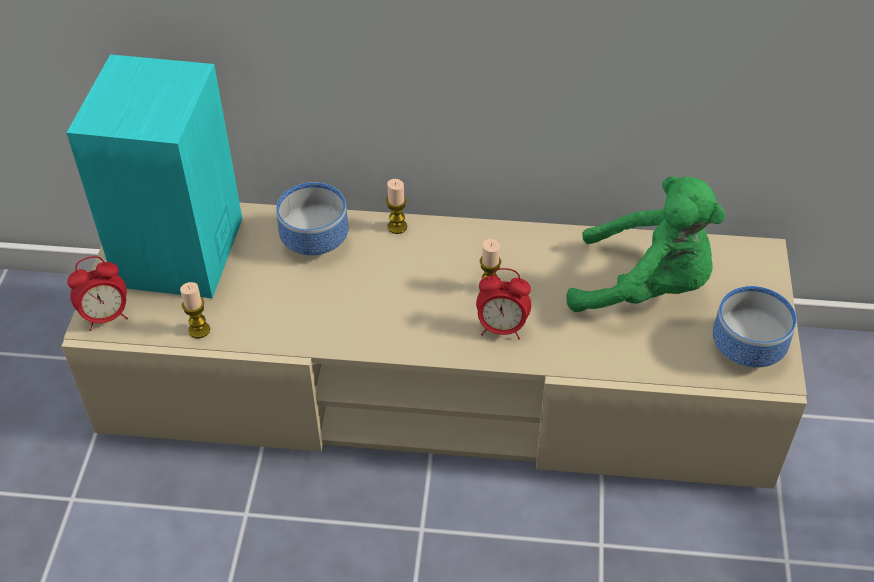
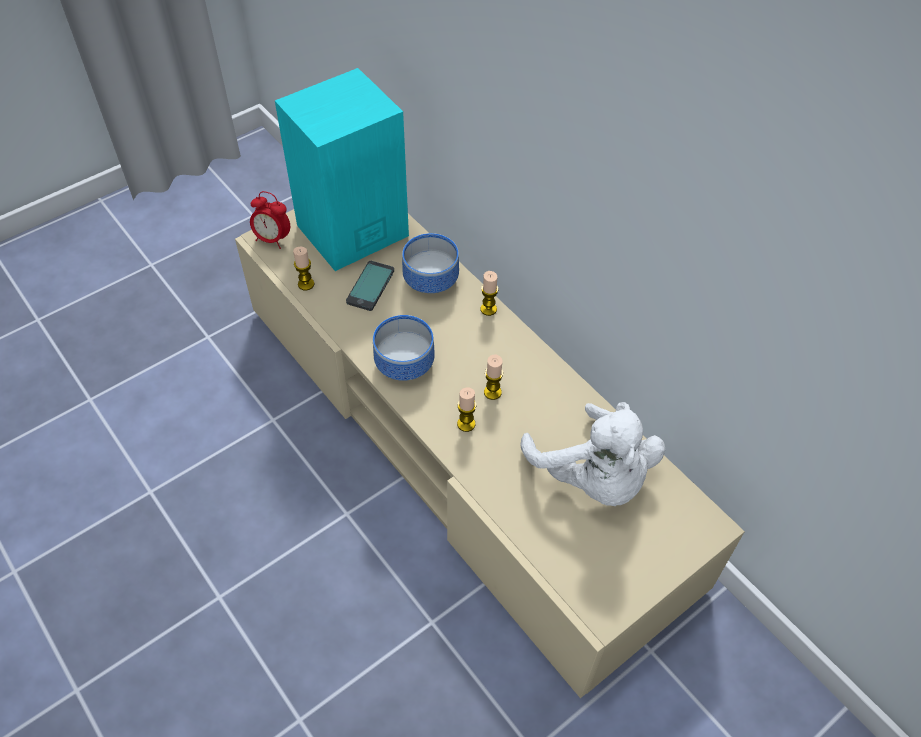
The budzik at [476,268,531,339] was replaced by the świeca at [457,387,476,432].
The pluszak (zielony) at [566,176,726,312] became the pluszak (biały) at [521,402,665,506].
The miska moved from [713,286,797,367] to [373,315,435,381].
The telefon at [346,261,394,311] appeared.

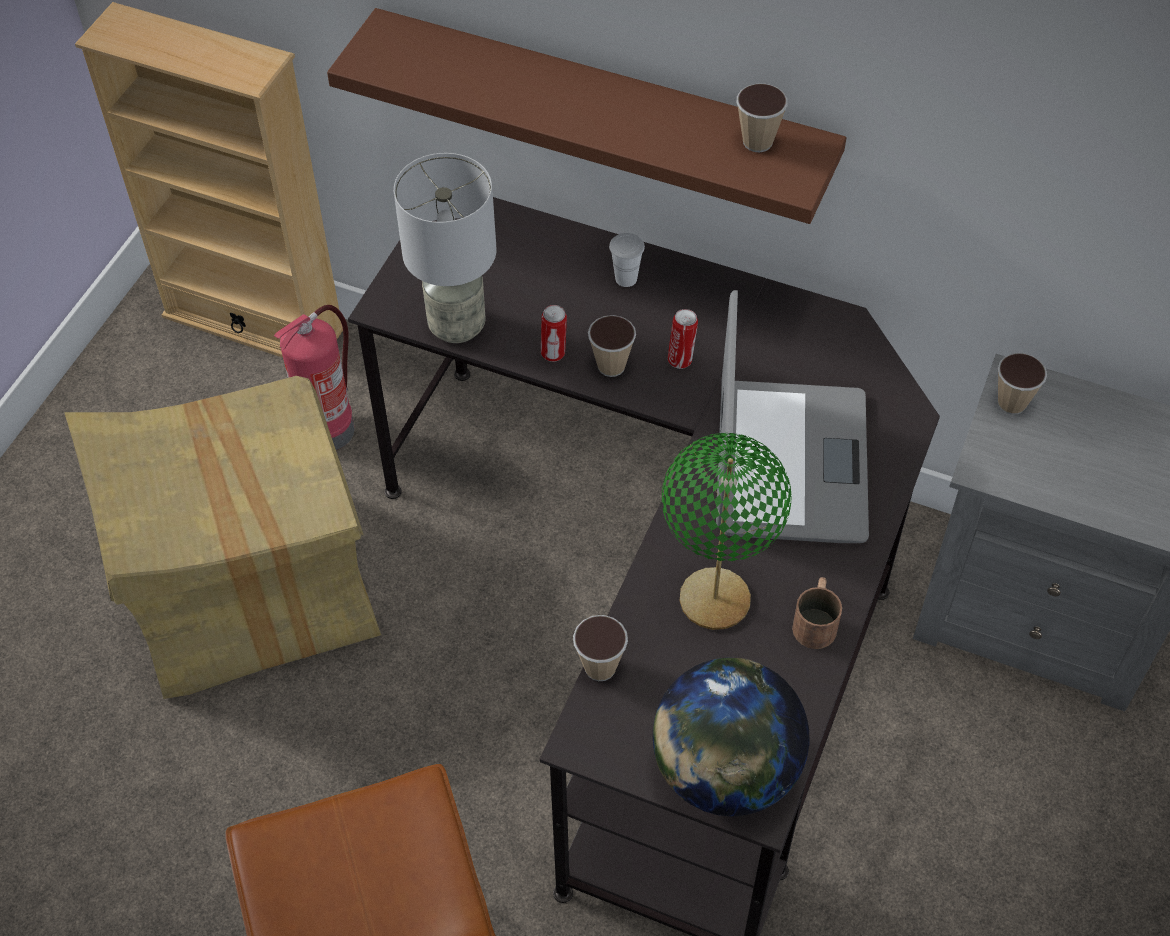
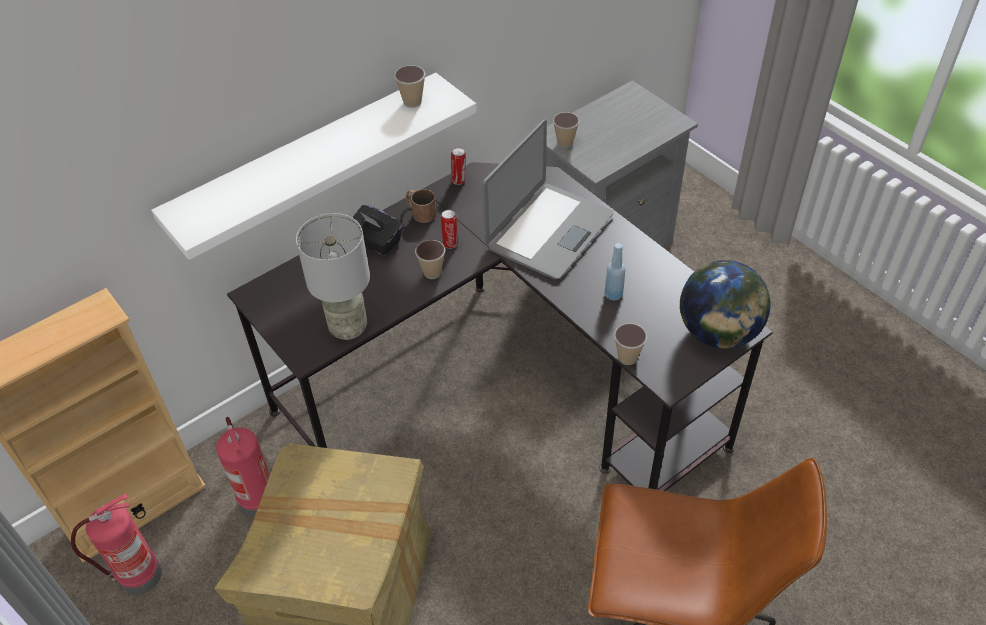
The półka (brązowy) at [327,8,846,224] became the półka (biały) at [151,73,476,260].
The puszka moved from [541,305,567,362] to [451,148,466,185].
The filiżanka (biały) at [609,233,645,287] was replaced by the pudełko chusteczek (czarny) at [352,205,403,255].
The lampa stołowa (zielony) at [662,433,792,630] was replaced by the butelka (niebieski) at [605,243,625,300].
The laptop at [716,290,869,543] turned 90 degrees clockwise.
The kubek (brązowy) moved from [792,577,842,649] to [406,189,437,223].
The gaśnica at [71,494,162,595] appeared.

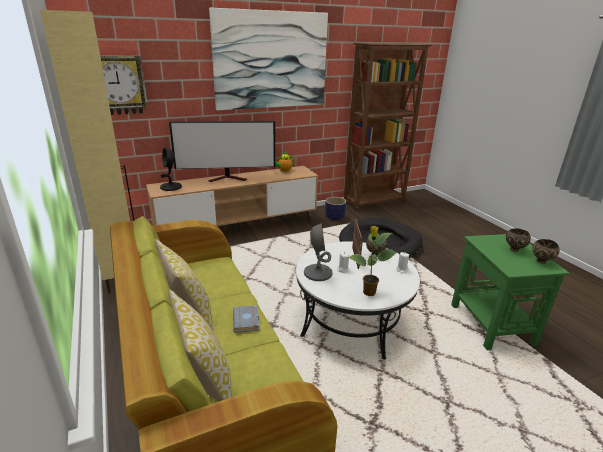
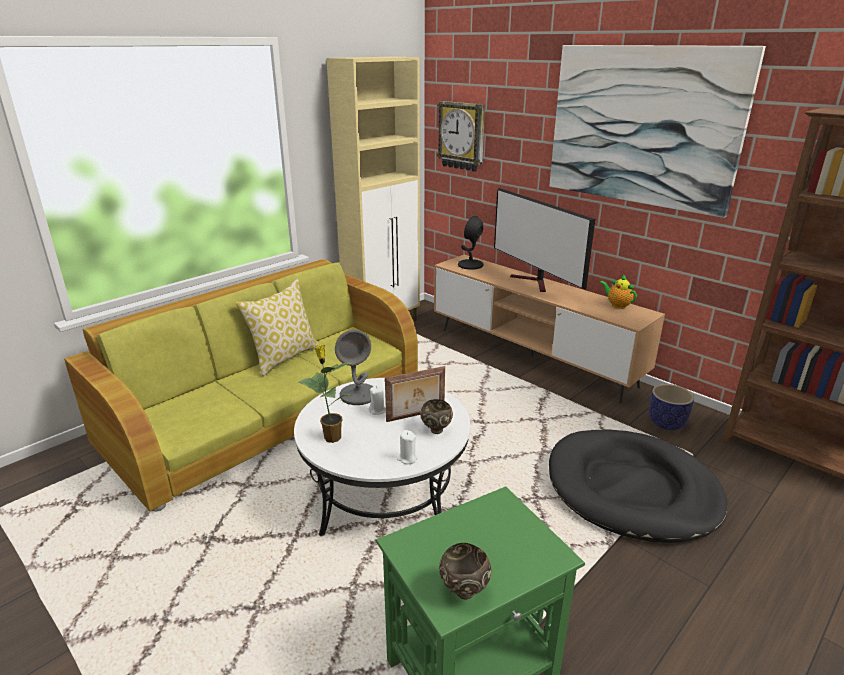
The poduszka at [169,289,232,402] disappeared.
The książka (szary) at [233,305,259,333] disappeared.
The miska (brązowy) at [506,228,531,252] disappeared.

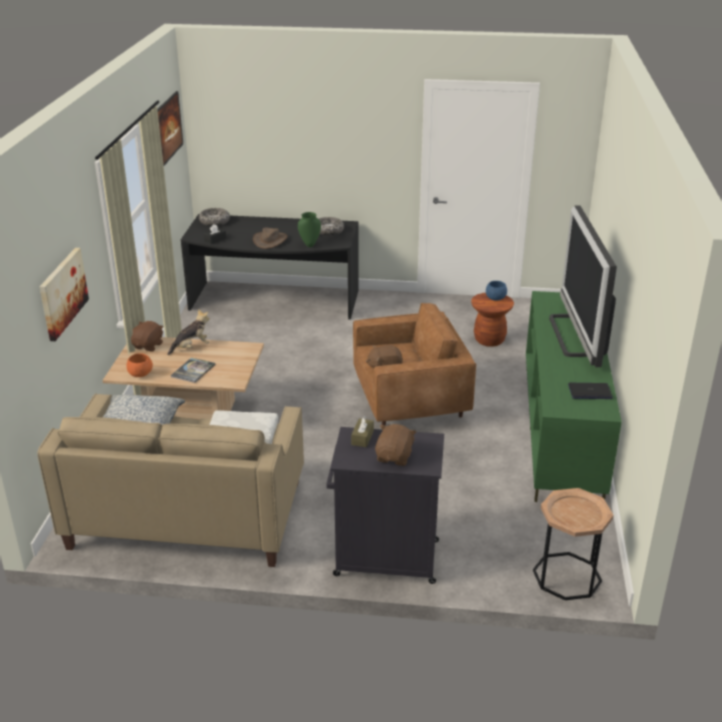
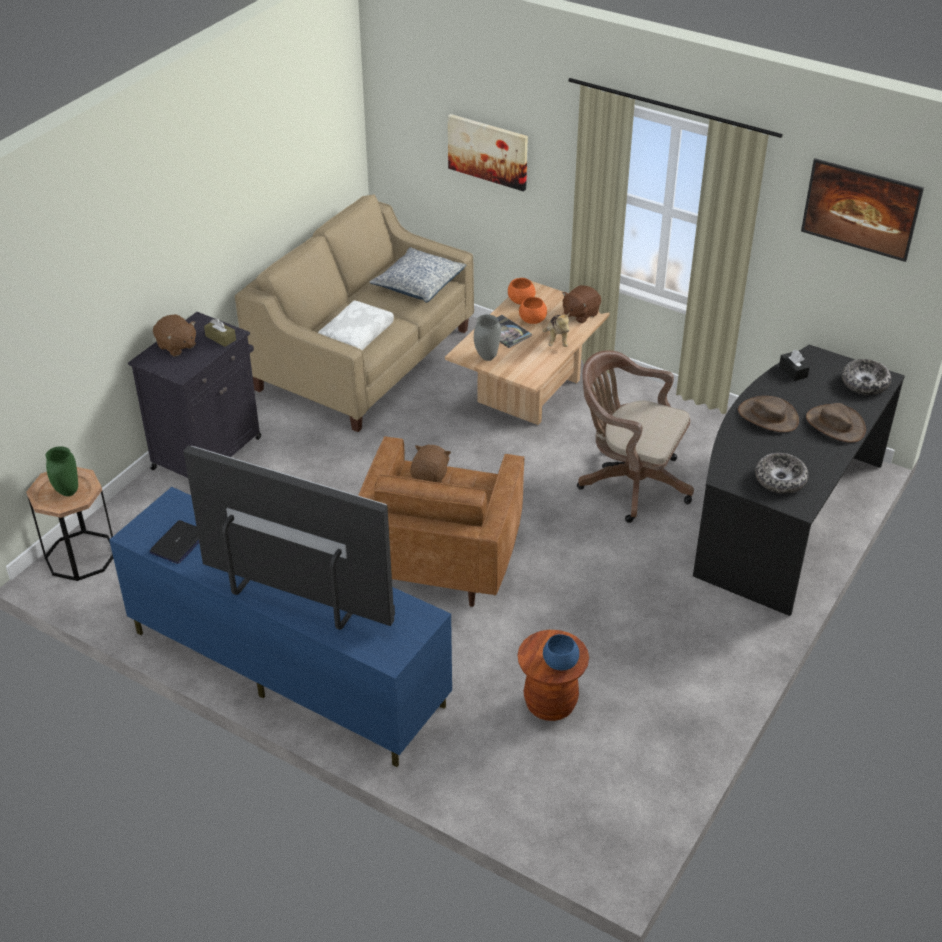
The pluszak (brązowy) at [131,321,163,352] turned 90 degrees clockwise.
The wazon (zielony) moved from [298,212,321,247] to [46,446,78,496].
The szafka pod telewizor (zielony) at [526,291,622,502] became the szafka pod telewizor (niebieski) at [109,487,452,767].
The wazon (szary) at [474,314,501,361] appeared.
The miska (pomarańczowy) at [519,297,547,324] appeared.
The krzesło biurowe (brązowy) at [577,350,694,523] appeared.
The kapelusz (brązowy) at [806,403,866,443] appeared.

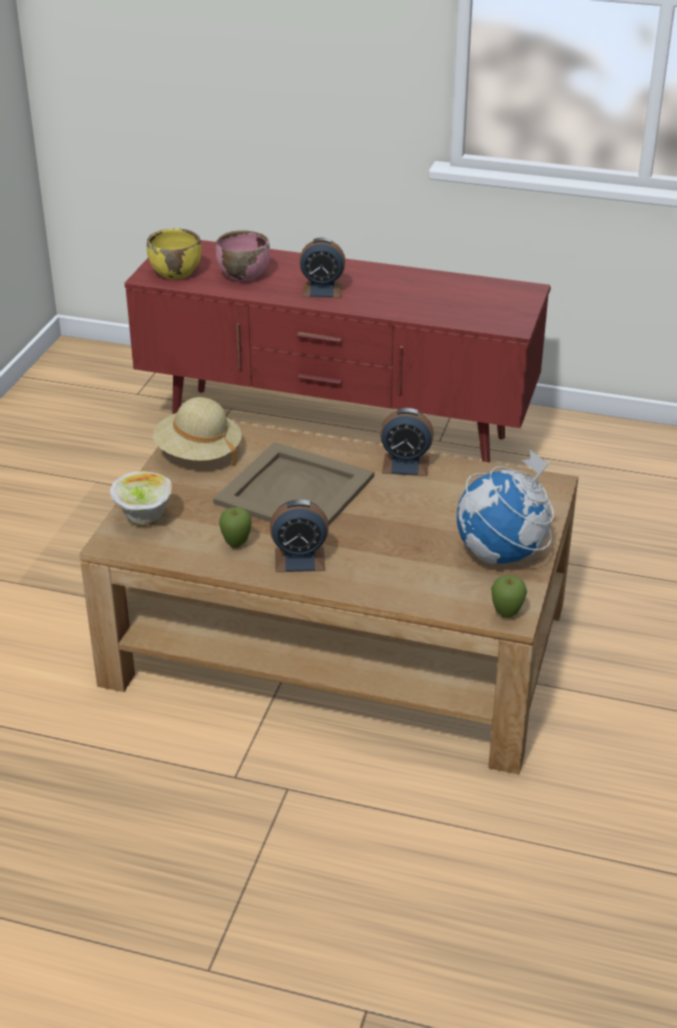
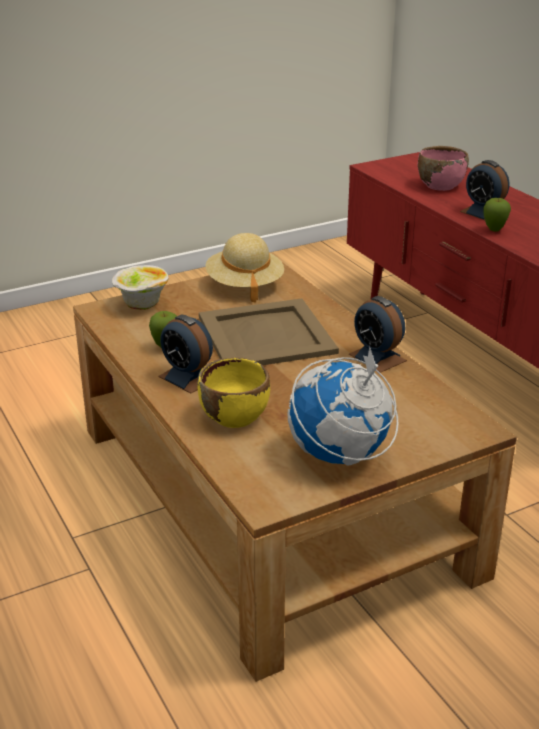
The miska (żółty) moved from [147,229,201,279] to [197,357,270,428].
The jabłko moved from [491,575,527,618] to [483,198,511,232].

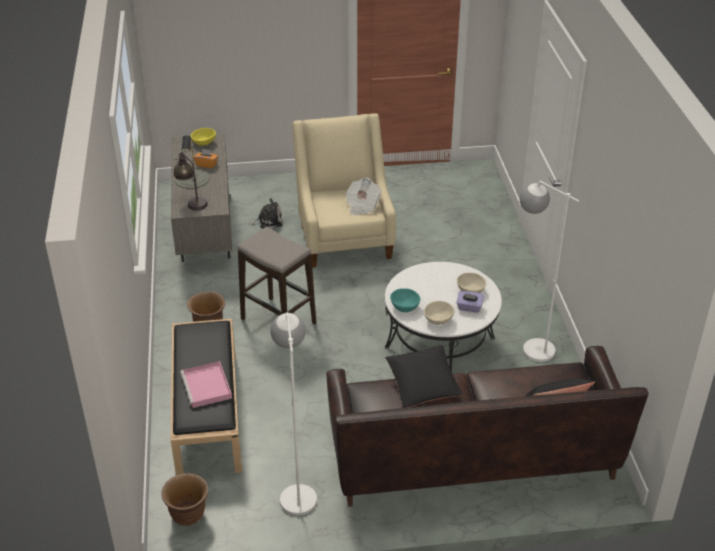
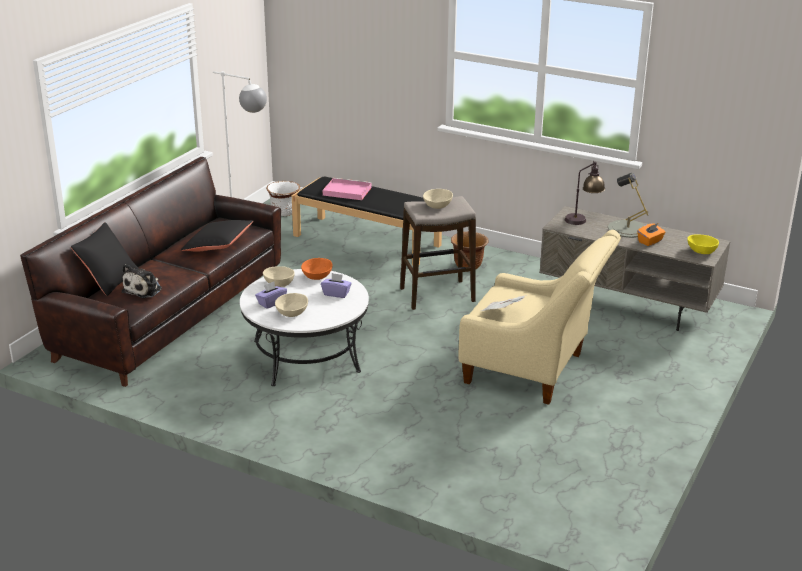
The donica (brązowy) at [161,473,208,526] became the donica (biały) at [266,181,300,216].
The pluszak moved from [249,198,282,229] to [122,264,162,298].
The miska (turkusowy) at [390,288,421,312] became the miska (pomarańczowy) at [301,258,333,280].
The lampa stojąca (biały) at [519,181,579,362] disappeared.
The pudełko chusteczek (fioletowy) at [321,273,352,298] appeared.
The miska (beżowy) at [423,189,453,209] appeared.

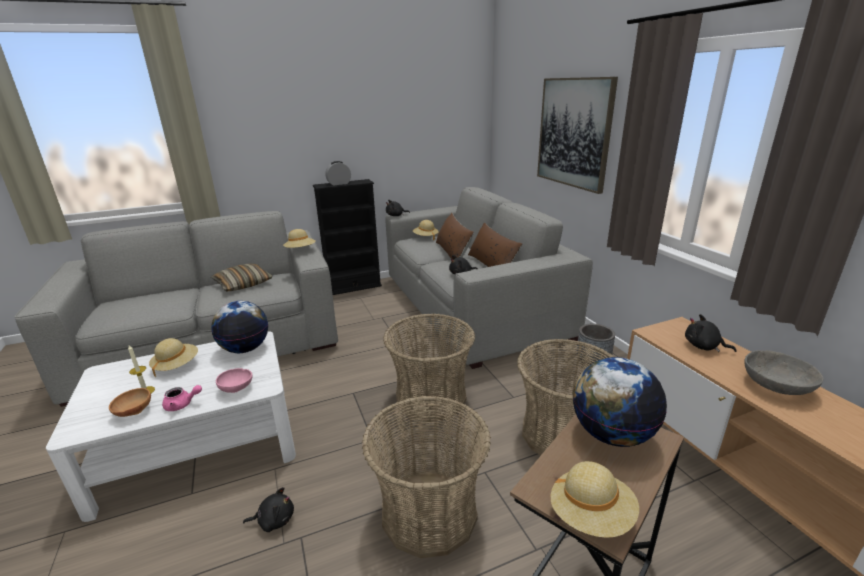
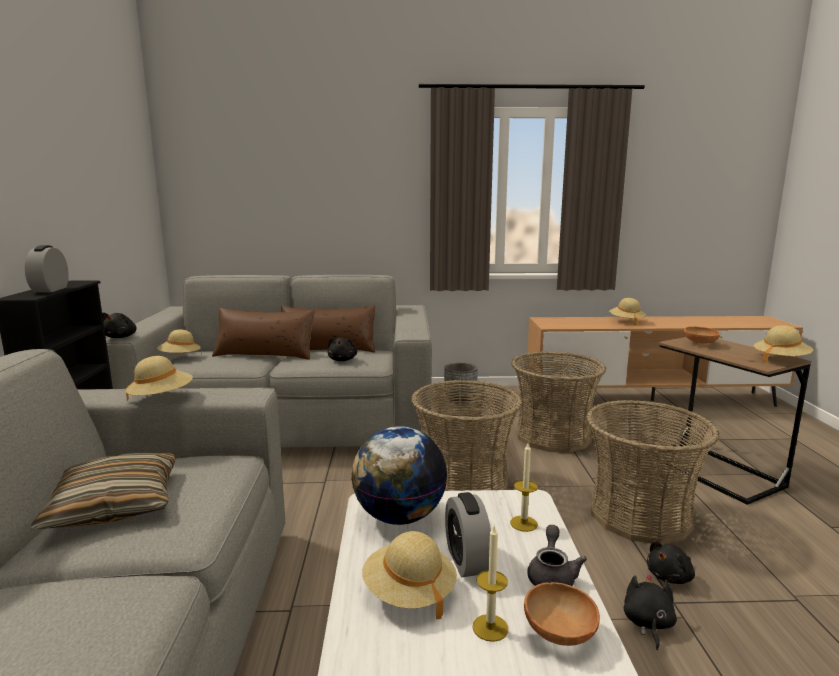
The imbryk (różowy) at [162,385,202,411] became the imbryk (szary) at [527,525,587,586].
The miska (różowy) at [216,368,252,393] was replaced by the świeca at [510,443,538,532].
The obraz at [537,77,618,194] disappeared.
The globus at [573,357,667,447] was replaced by the miska (brązowy) at [684,326,720,345].
The pluszak (czarny) moved from [685,314,737,352] to [647,541,695,584].
The miska (szary) at [744,350,824,395] was replaced by the kapelusz (beżowy) at [609,298,646,326].
The budzik at [445,492,491,577] appeared.

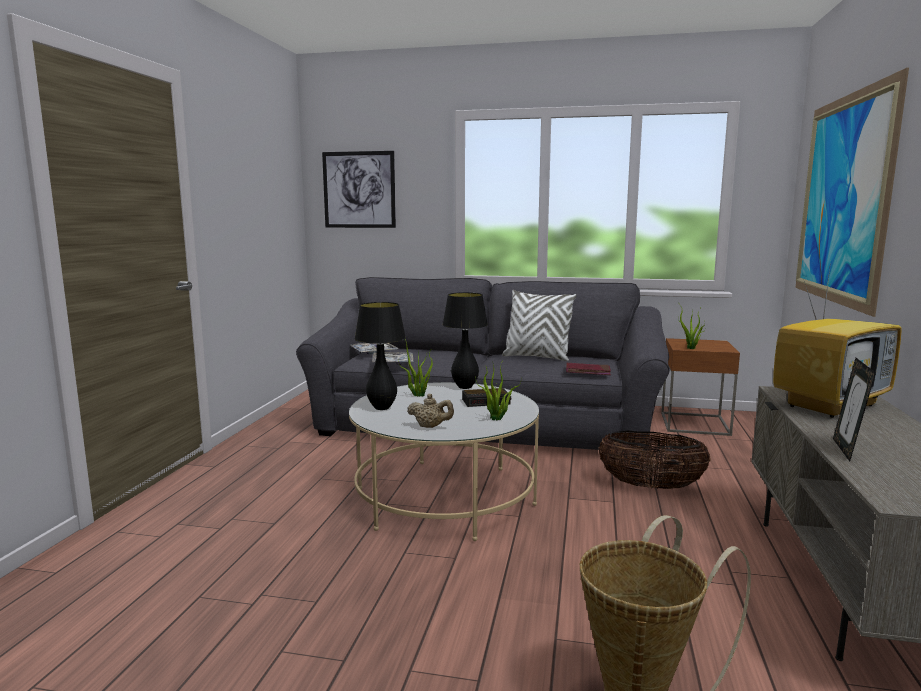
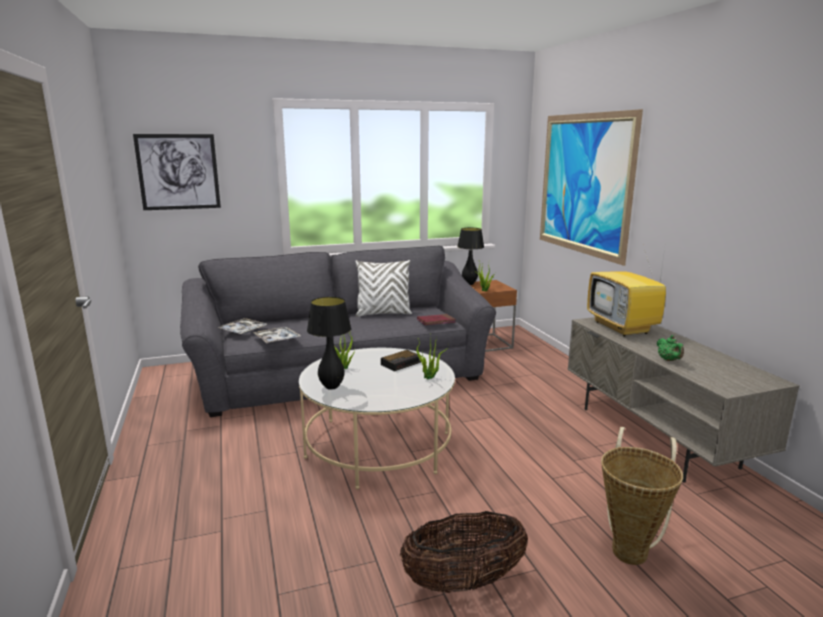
The imbryk (beżowy) at [407,394,454,428] disappeared.
The lampa stołowa (czarny) moved from [442,292,488,389] to [457,228,484,285].
The koszyk moved from [599,431,711,489] to [400,511,528,593].
The telewizor at [773,261,902,418] turned 135 degrees clockwise.
The ramka na zdjęcie at [833,358,876,461] was replaced by the imbryk (zielony) at [657,335,684,361].

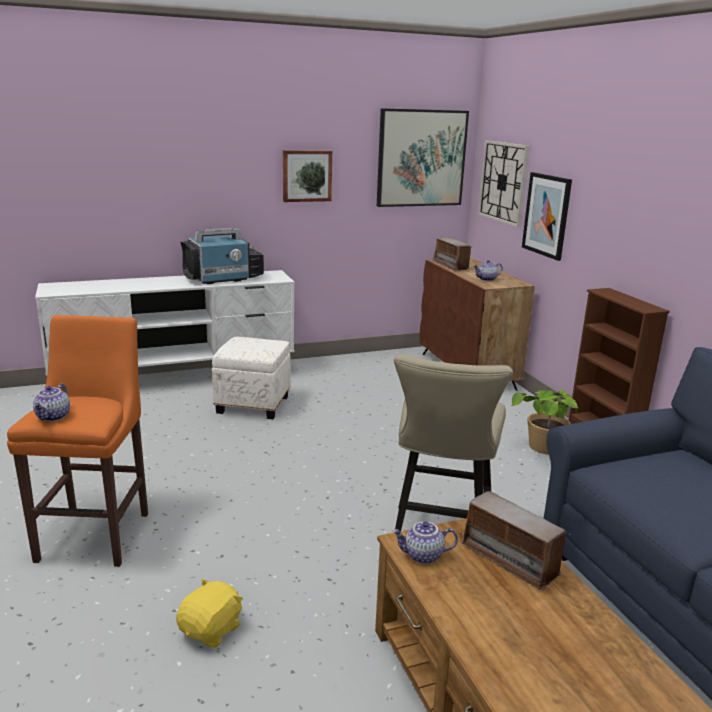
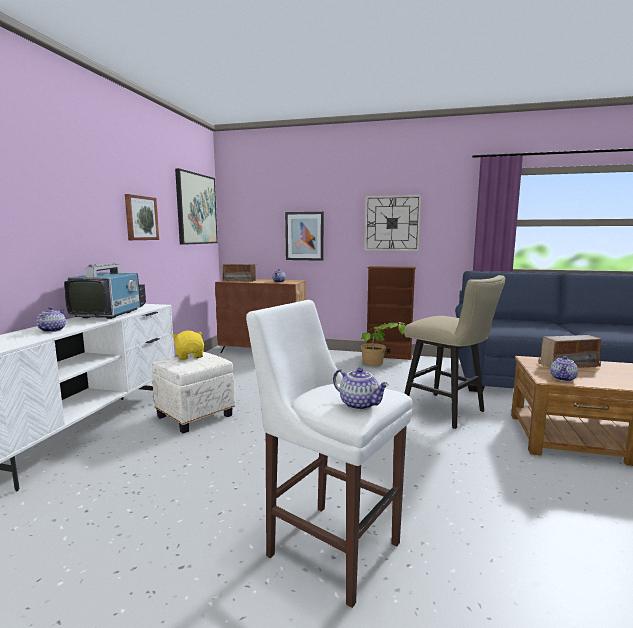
The stołek (pomarańczowy) at [7,315,148,567] became the stołek (biały) at [246,300,412,608].
The pluszak (żółty) moved from [176,578,243,648] to [172,330,204,360].
The zegar ścienny moved from [478,140,530,227] to [364,195,421,251].
The imbryk at [36,307,66,332] appeared.

